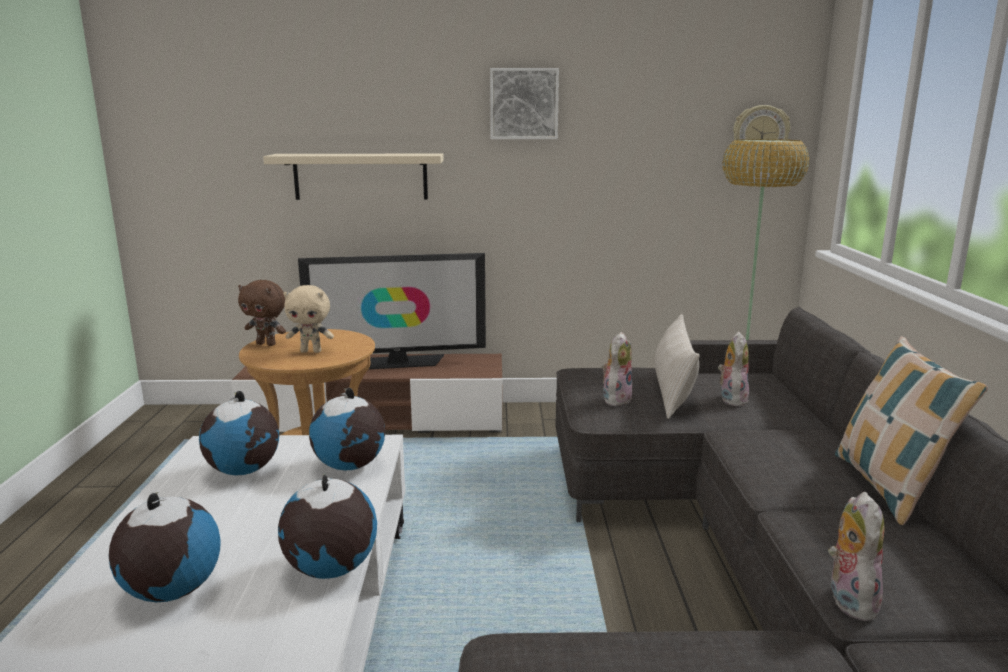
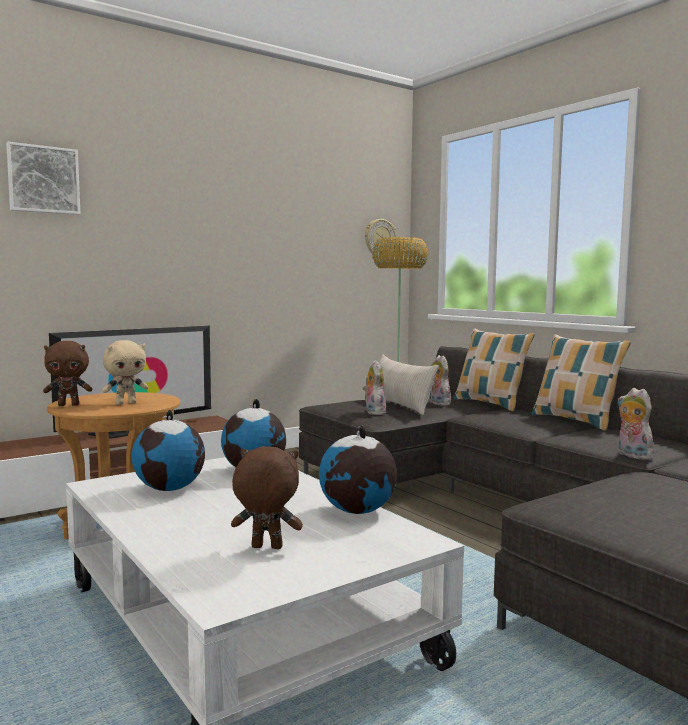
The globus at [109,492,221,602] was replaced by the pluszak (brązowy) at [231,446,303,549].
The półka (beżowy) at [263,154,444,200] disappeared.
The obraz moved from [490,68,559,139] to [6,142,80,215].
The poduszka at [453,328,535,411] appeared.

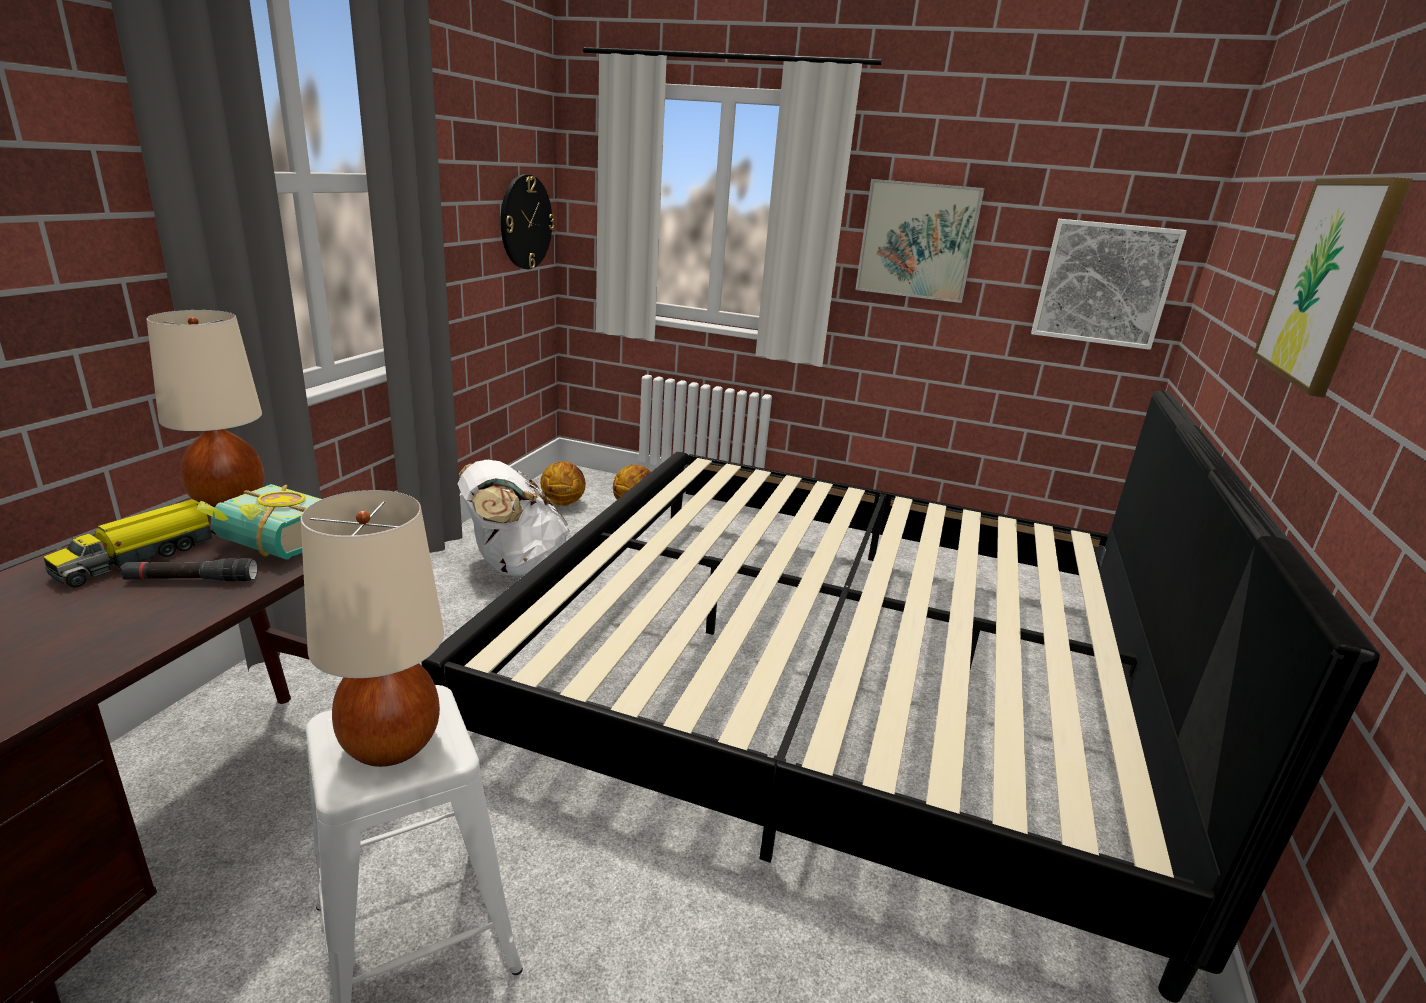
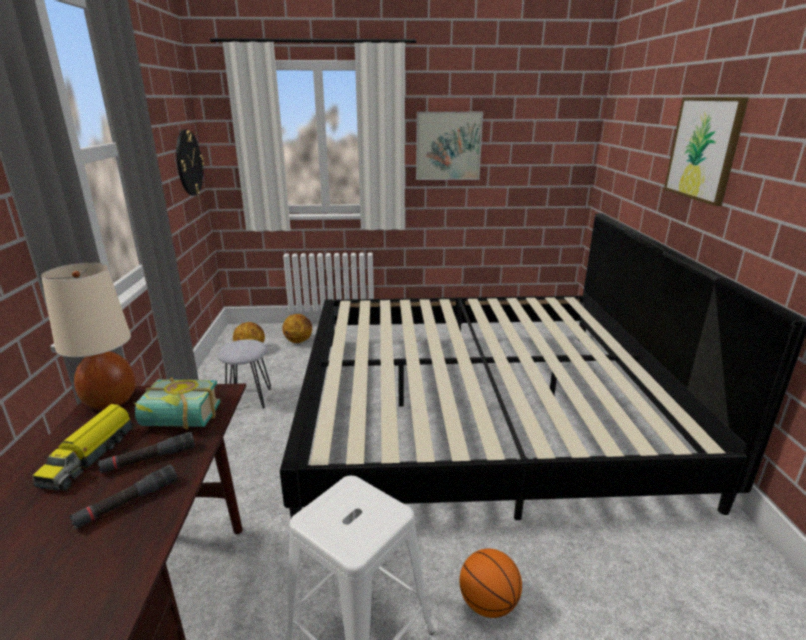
The lampa stołowa (beżowy) at [301,490,444,767] disappeared.
The plecak (biały) at [457,460,570,576] was replaced by the stołek (szary) at [217,339,271,409].
The obraz at [1031,219,1187,350] disappeared.
The latarka (czarny) at [69,464,177,529] appeared.
The piłka do koszykówki at [460,549,522,618] appeared.

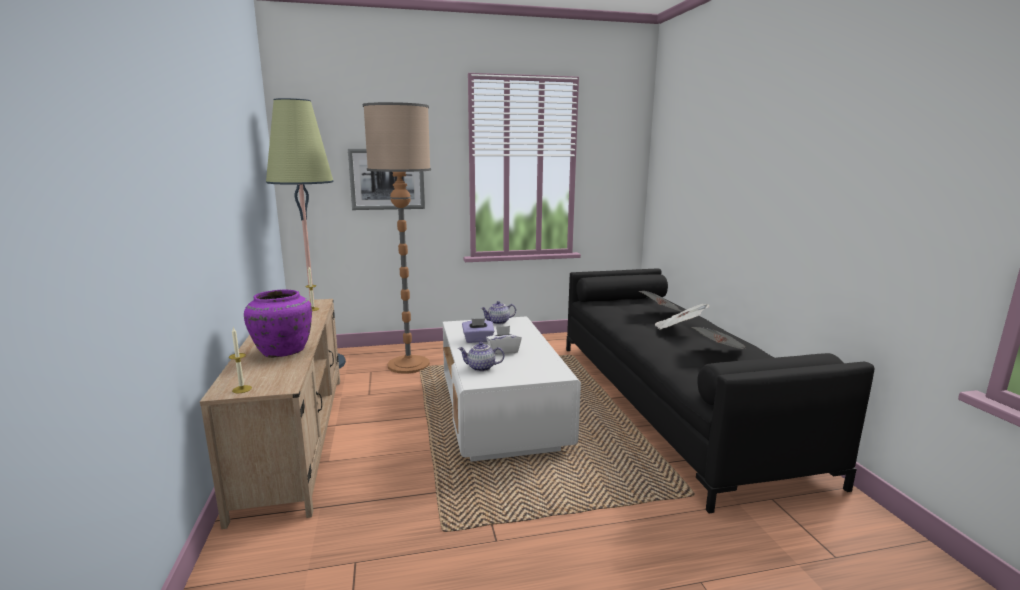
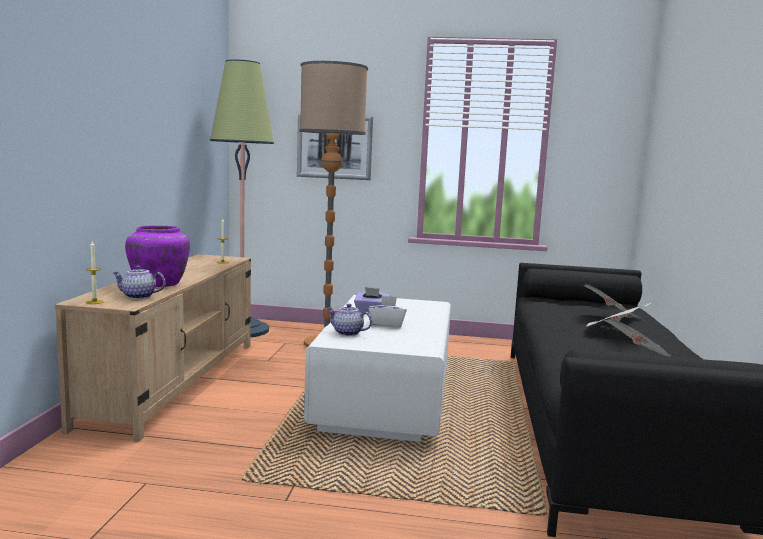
The imbryk moved from [481,301,516,325] to [112,265,166,299].

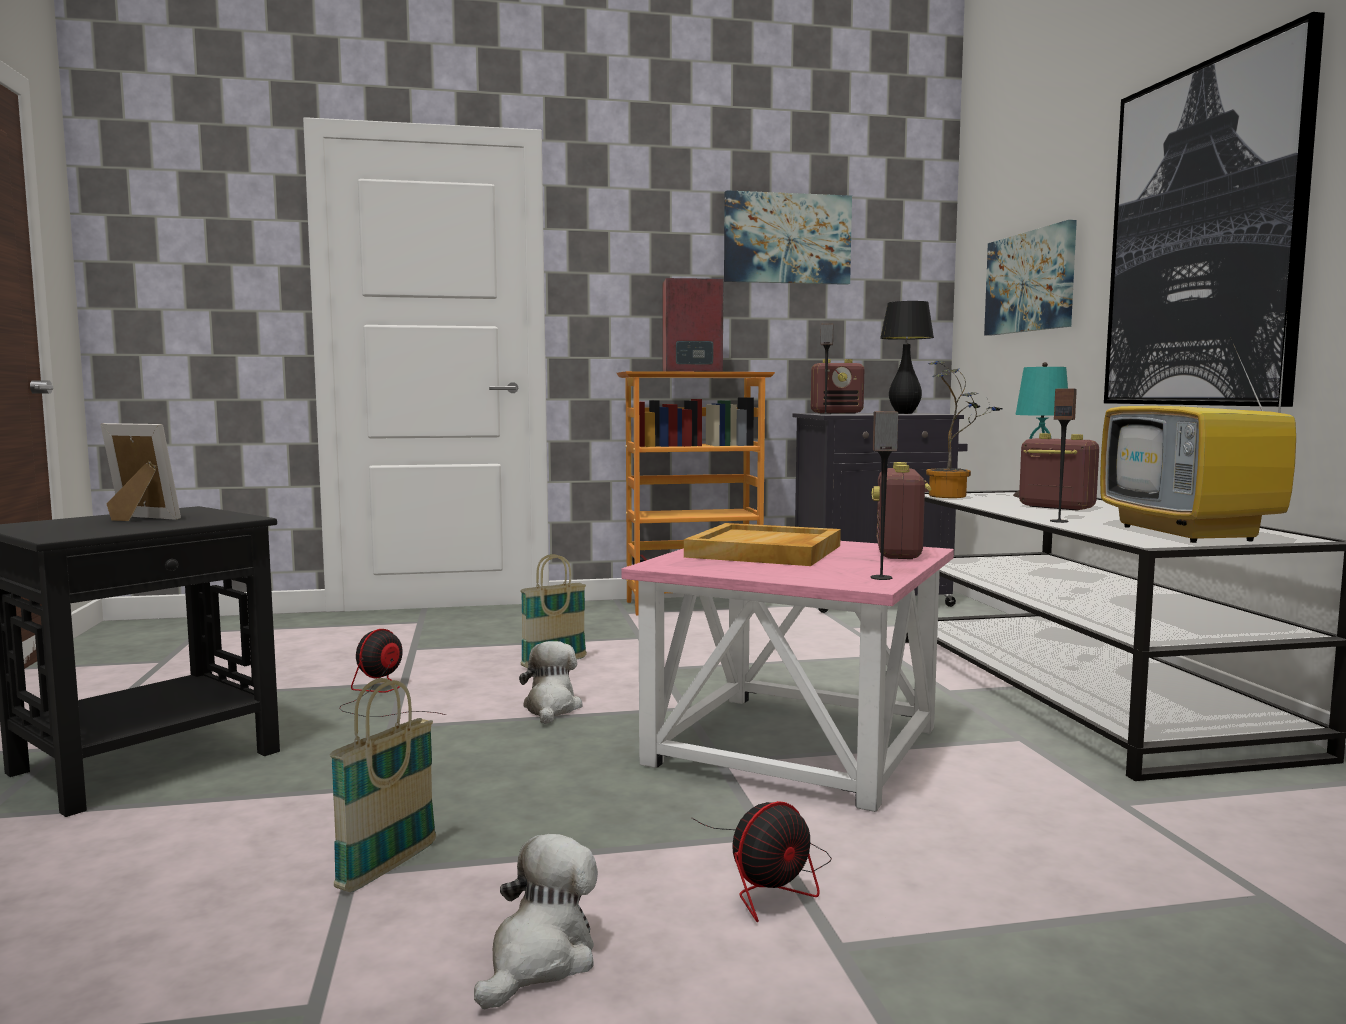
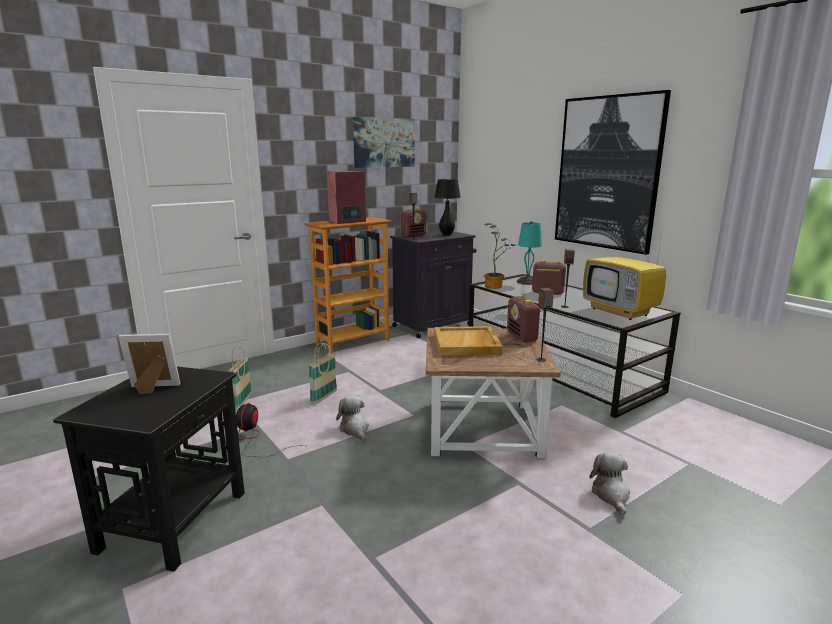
The koszyk moved from [330,678,436,892] to [229,346,252,410].
The pluszak moved from [474,834,598,1010] to [589,452,630,516].
The stolik (różowy) at [622,541,954,812] became the stolik (brązowy) at [426,328,561,458].
The wentylator at [691,801,832,922] disappeared.
The obraz at [984,220,1077,335] disappeared.

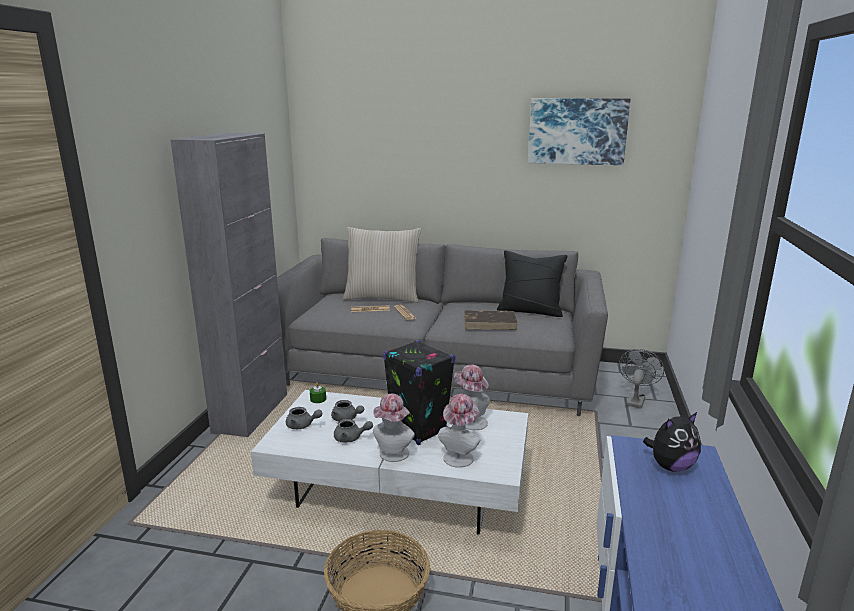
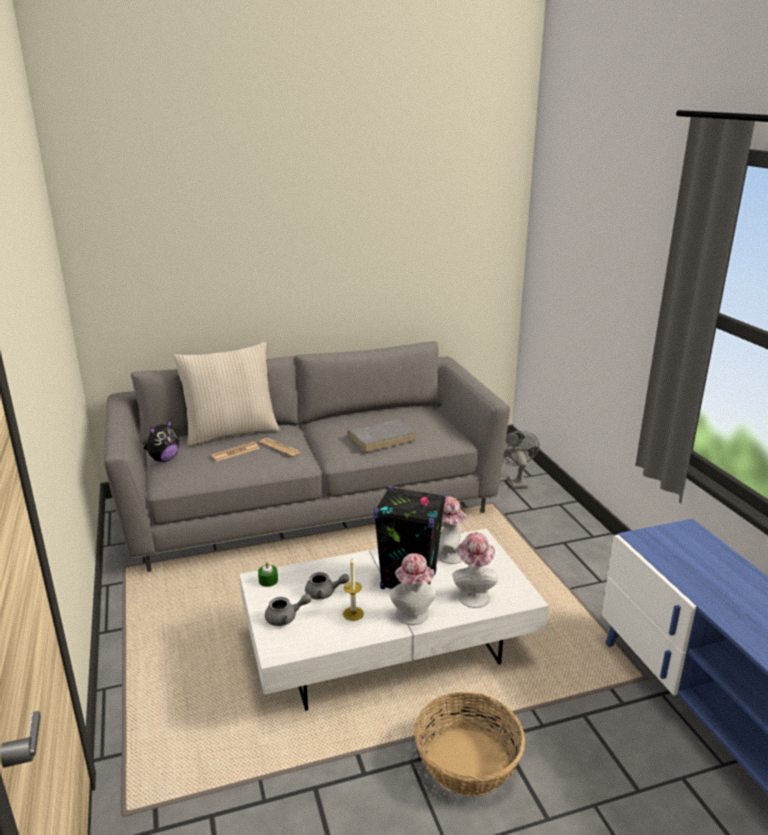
The szafka (szary) at [171,133,287,437] disappeared.
The imbryk (szary) at [334,419,373,443] was replaced by the świeca at [343,558,364,621].
The książka (brązowy) at [464,310,517,330] became the książka (szary) at [348,419,416,453].
The poduszka (czarny) at [497,250,567,317] disappeared.
The obraz at [528,98,630,165] disappeared.
The pluszak moved from [643,412,701,472] to [144,420,179,462].

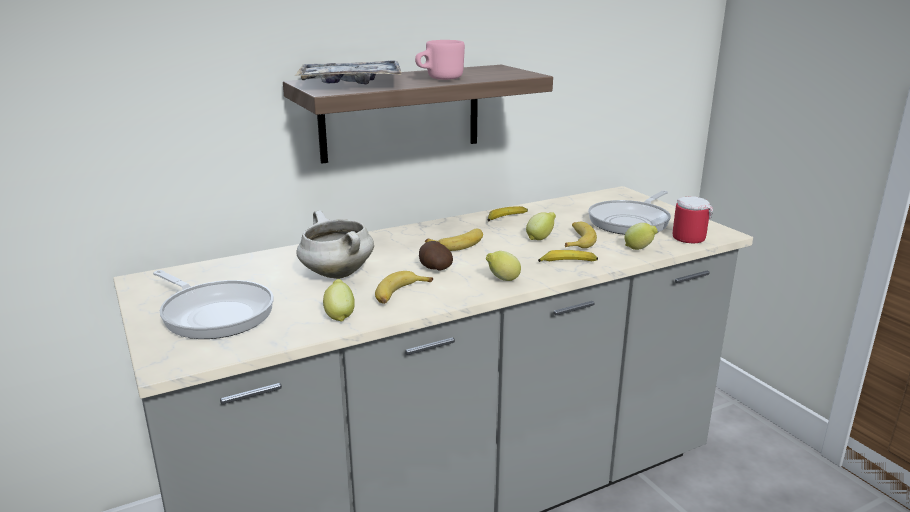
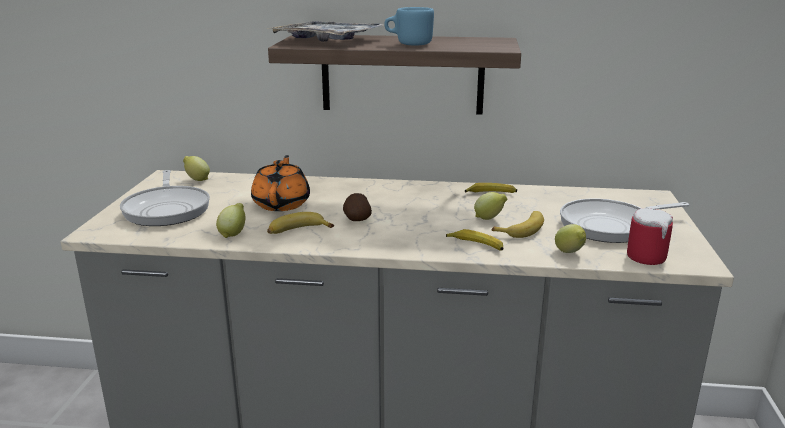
The garnek (biały) at [296,210,374,279] was replaced by the imbryk (pomarańczowy) at [251,155,310,211].
The kubek (różowy) at [415,40,465,80] became the kubek (niebieski) at [384,7,434,46].
The banan at [425,229,483,251] disappeared.
The cytryna moved from [486,251,521,281] to [183,156,210,181].

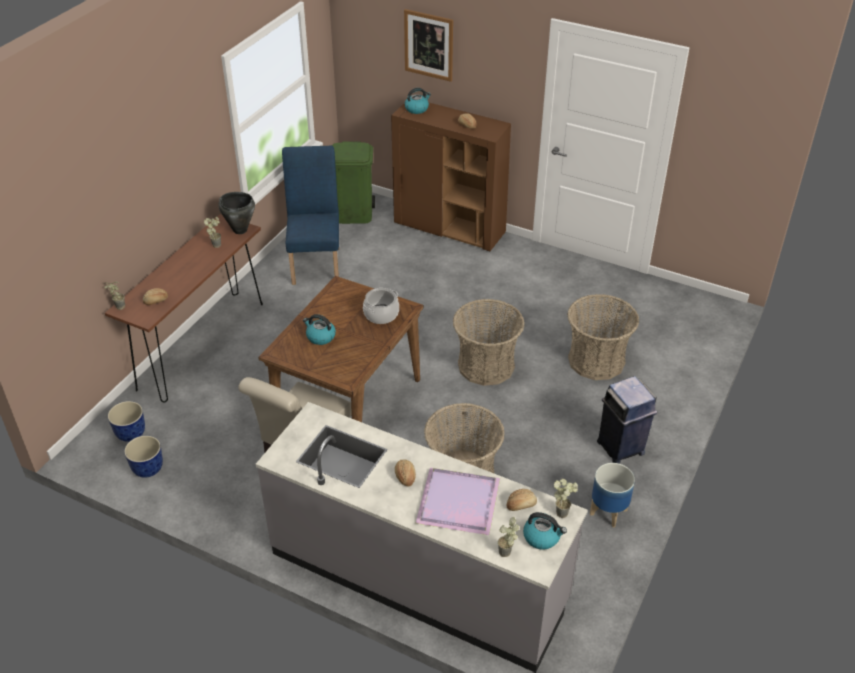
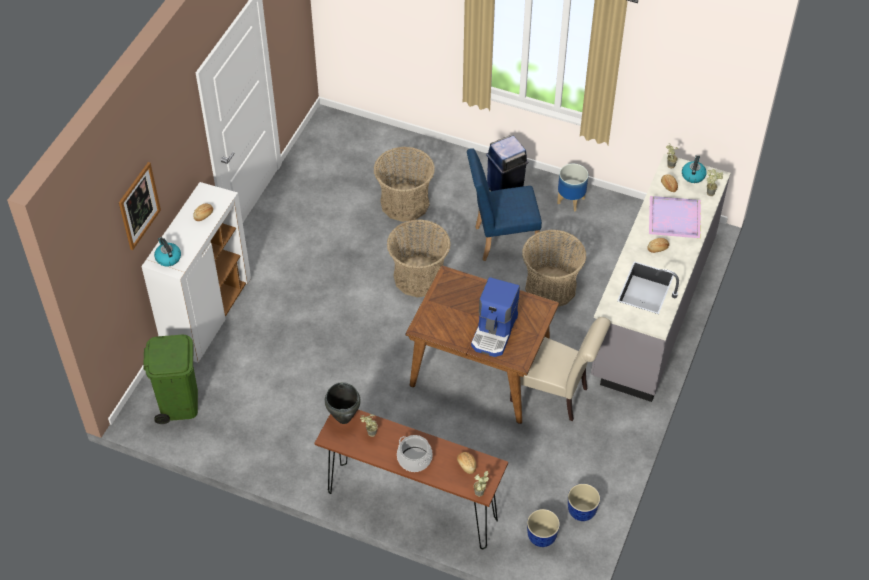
The krzesło (niebieski) moved from [282,146,339,285] to [467,148,542,261].
The czajnik at [303,314,336,345] was replaced by the ekspres do kawy at [471,277,520,357].
The garnek moved from [363,288,399,324] to [397,435,433,472].
The szafka (brązowy) at [391,103,511,251] became the szafka (biały) at [141,182,251,363].

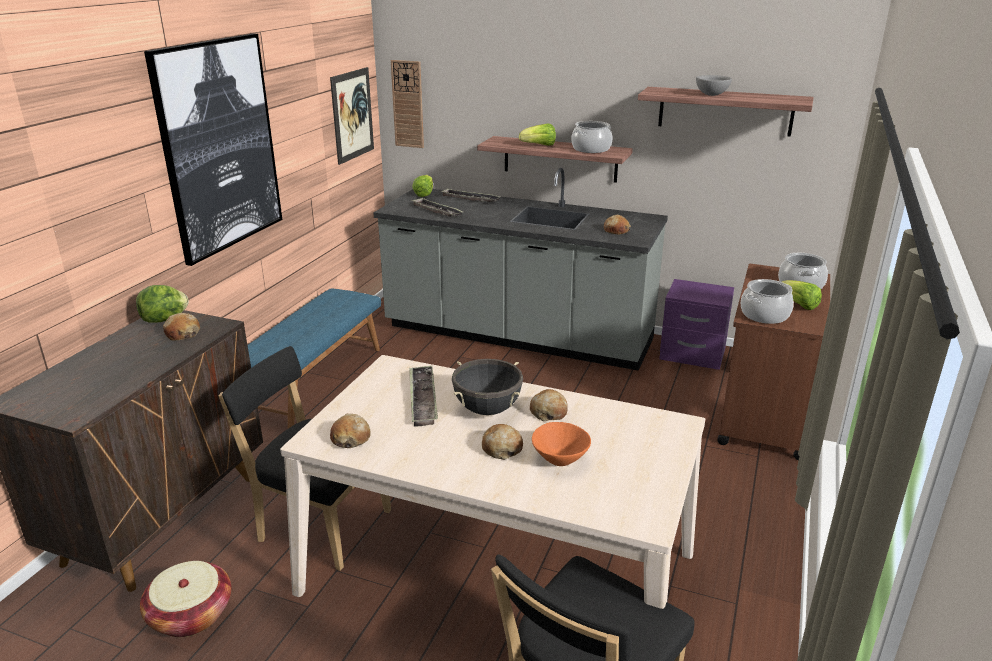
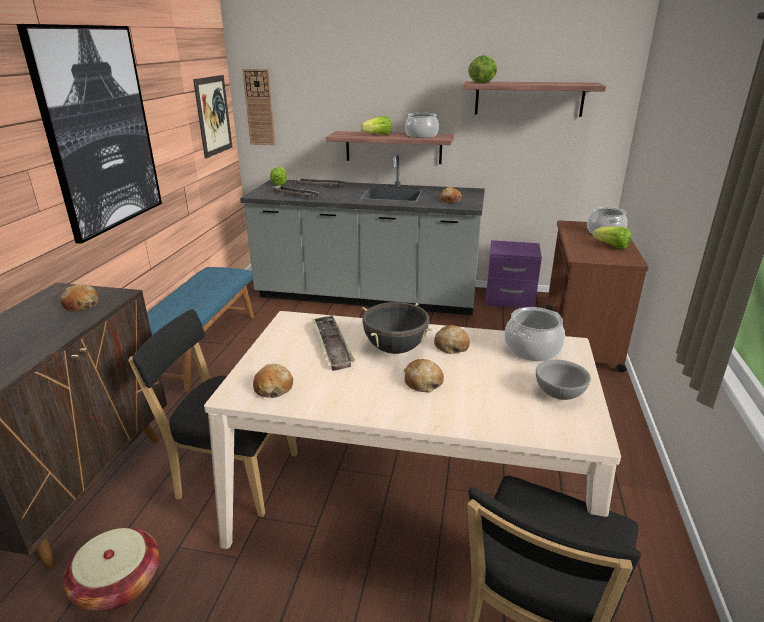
The sałata moved from [136,285,189,323] to [468,55,497,83].
The miska (pomarańczowy) at [532,422,591,466] disappeared.
The miska (szary) moved from [696,75,732,96] to [536,360,591,400].
The garnek moved from [741,279,794,324] to [504,307,565,361].

